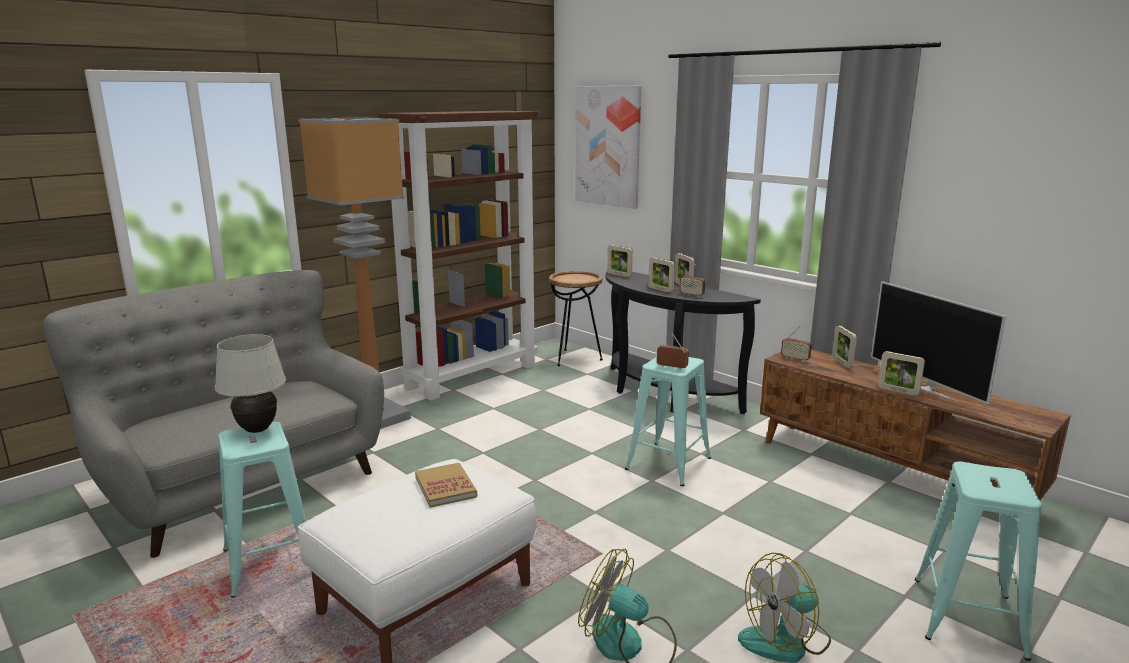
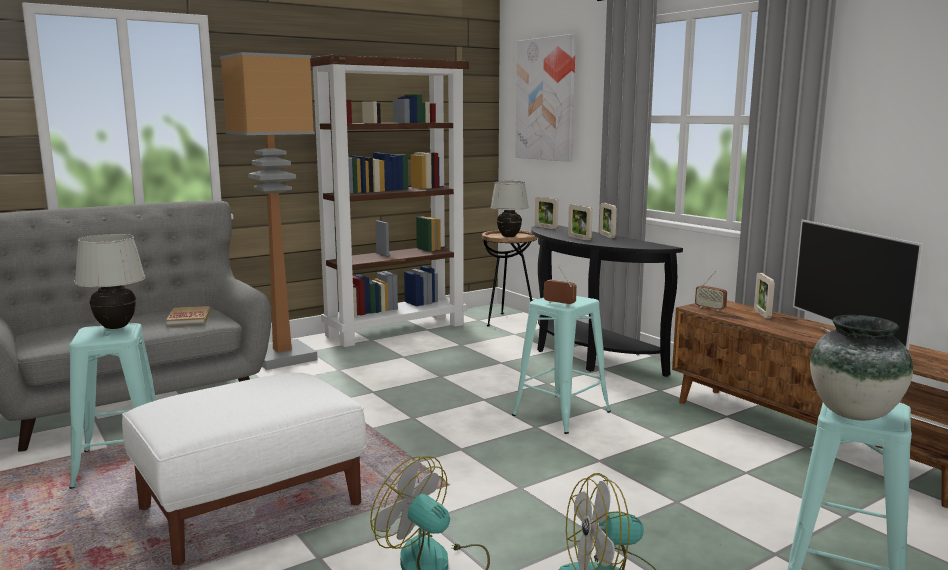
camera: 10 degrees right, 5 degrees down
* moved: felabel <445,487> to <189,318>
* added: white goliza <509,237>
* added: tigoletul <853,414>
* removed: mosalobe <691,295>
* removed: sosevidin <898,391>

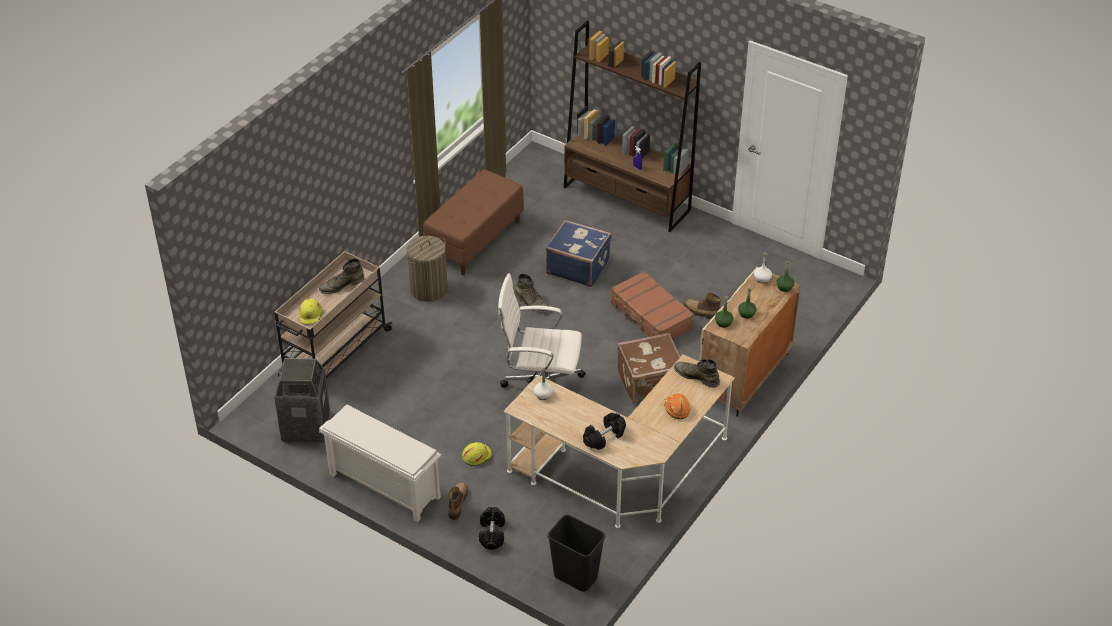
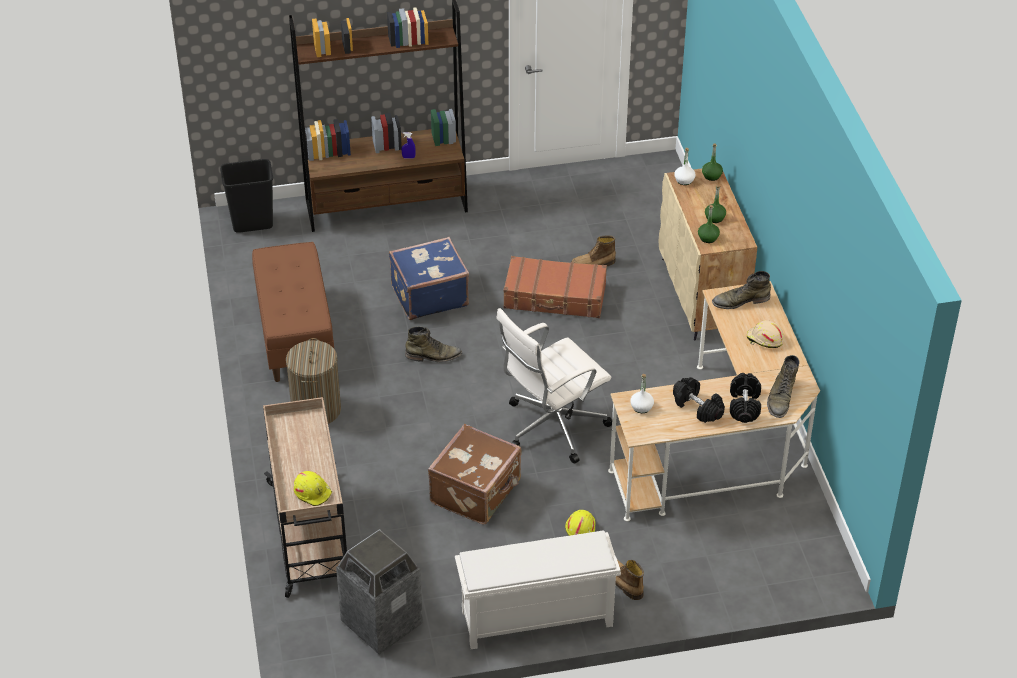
camera: 45 degrees left, 0 degrees up
* moved: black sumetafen <575,577> to <252,224>
* moved: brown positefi <650,383> to <477,492>
* moved: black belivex <492,534> to <697,408>
* recoloured: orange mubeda <676,409> to beige mubeda <764,339>
* moved: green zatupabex <341,285> to <781,398>

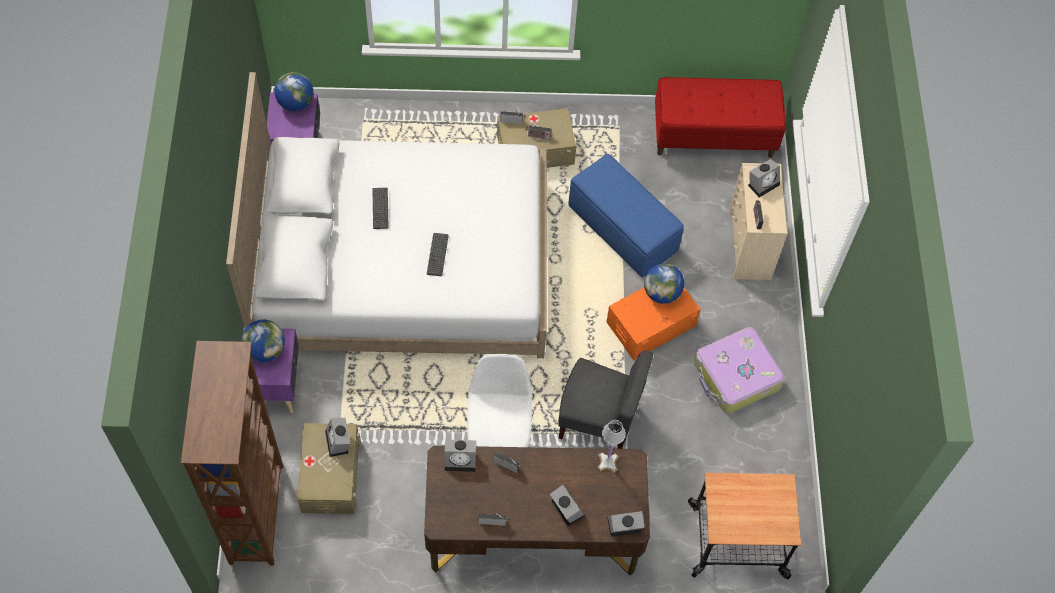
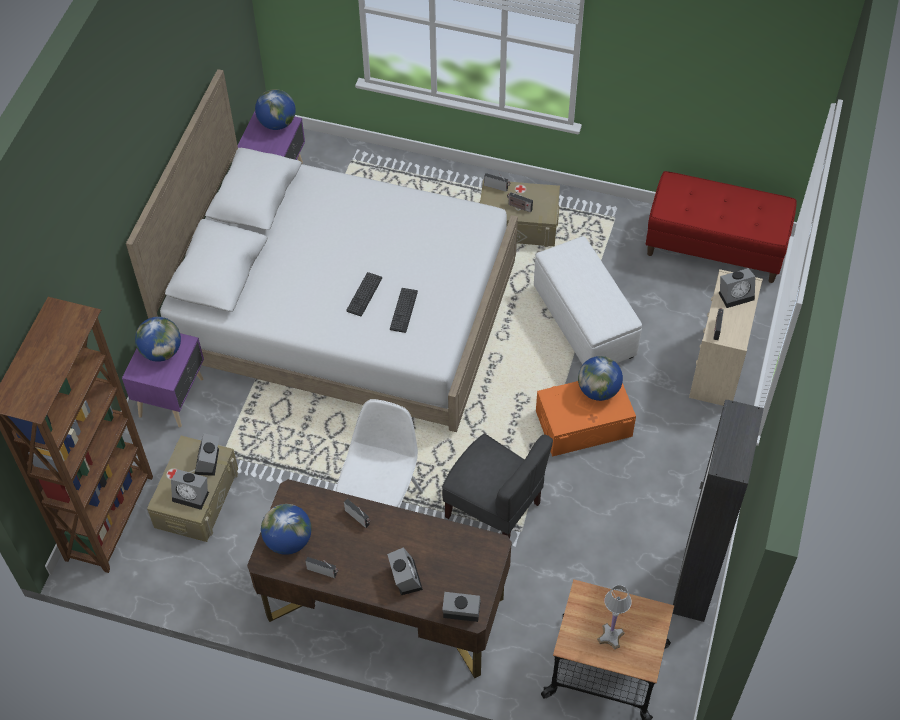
camera: 20 degrees right, 5 degrees down
* moved: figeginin <461,460> to <192,495>
* added: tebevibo <288,540>
* moved: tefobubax <380,208> to <403,310>
* recoloured: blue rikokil <623,230> to white rikokil <584,323>
* moved: white goliza <607,462> to <611,636>
* added: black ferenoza <694,583>
* removed: positefi <736,376>

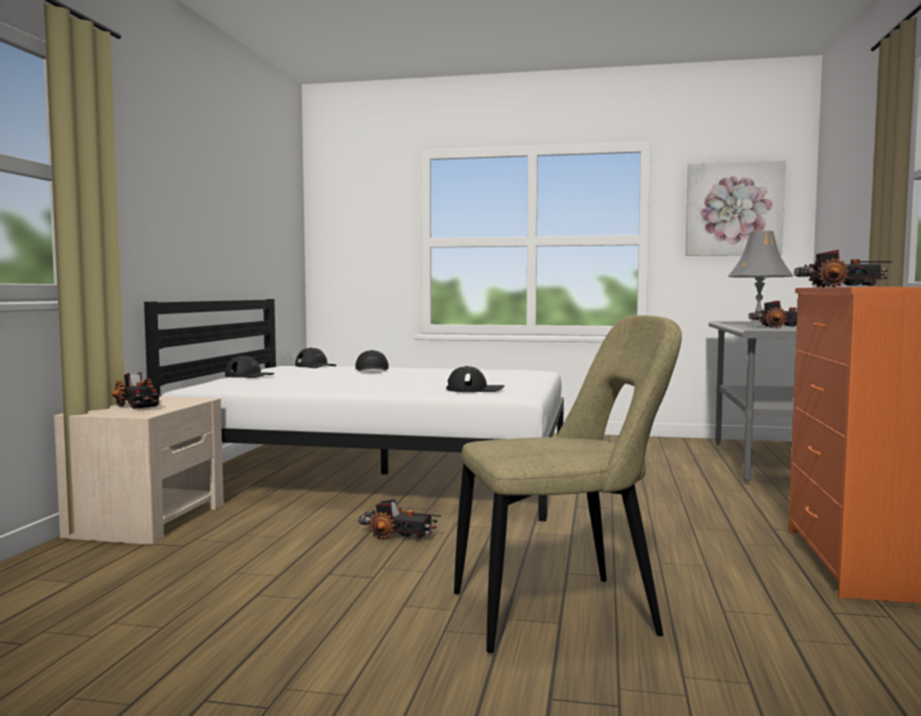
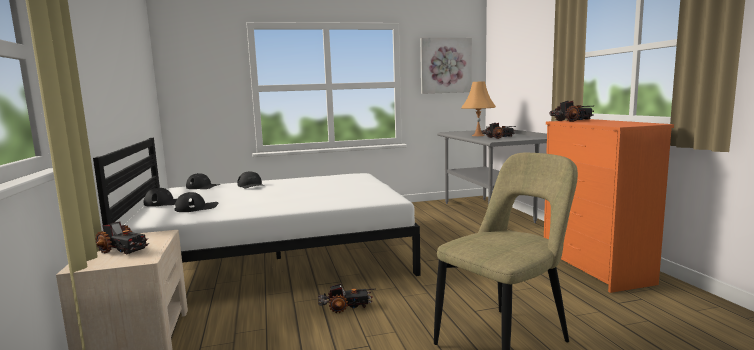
camera: 25 degrees left, 5 degrees up
* moved: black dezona <475,389> to <197,208>
* recoloured: grey goliza <758,325> to orange goliza <478,135>

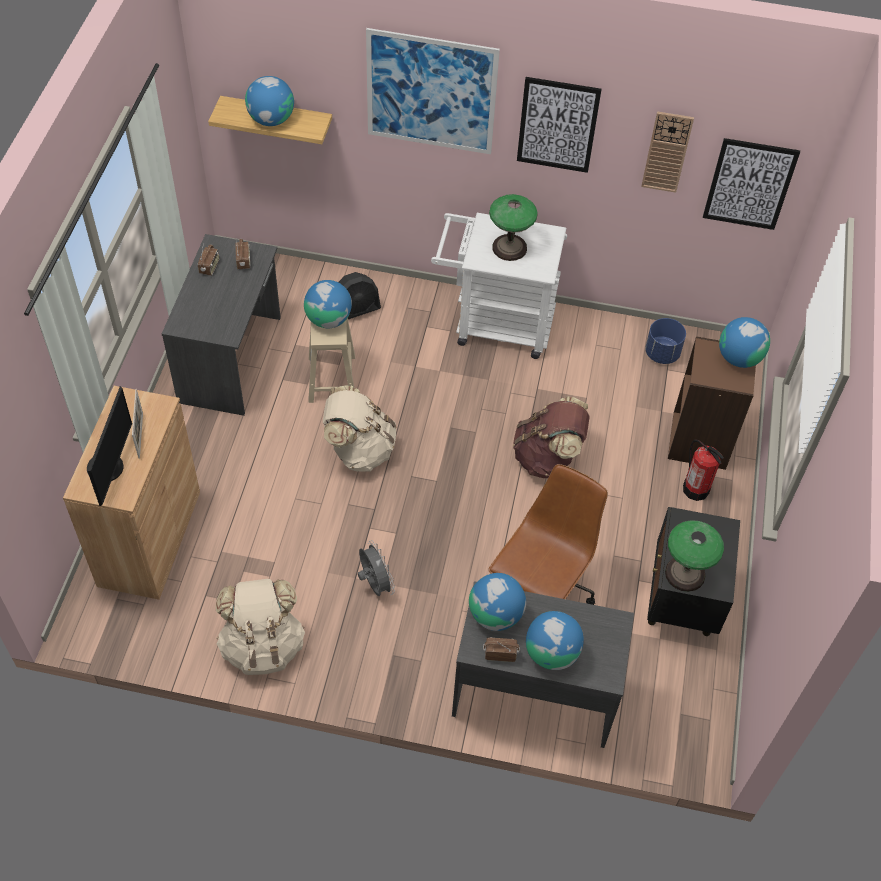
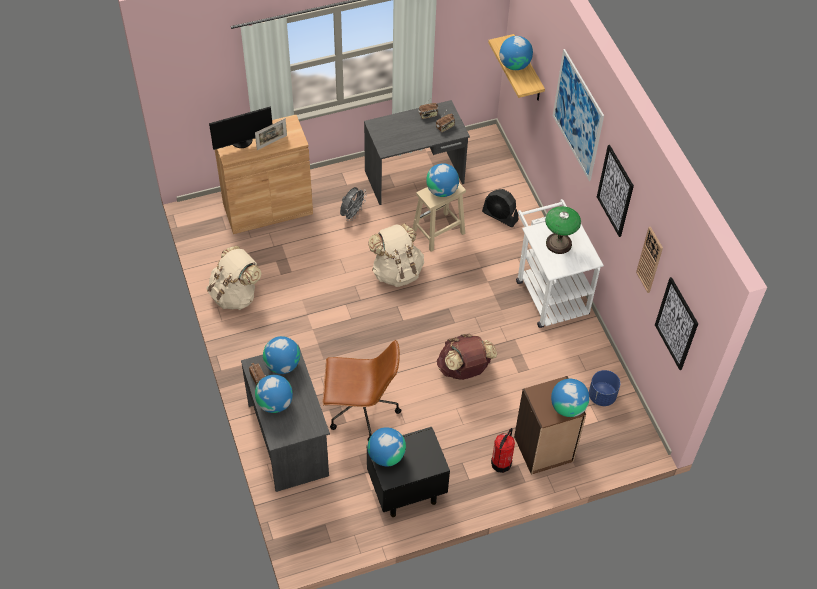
camera: 60 degrees right, 0 degrees up
* moved: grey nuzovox <374,584> to <352,214>
* replaced: goliza <685,574> to tebevibo <386,456>

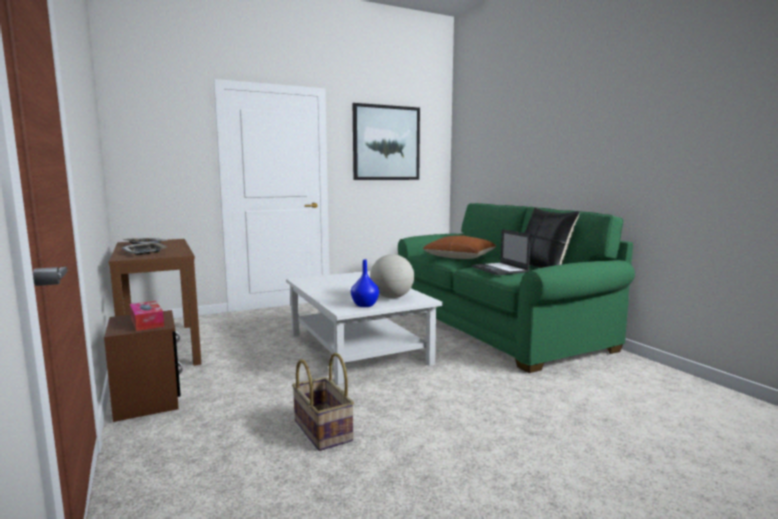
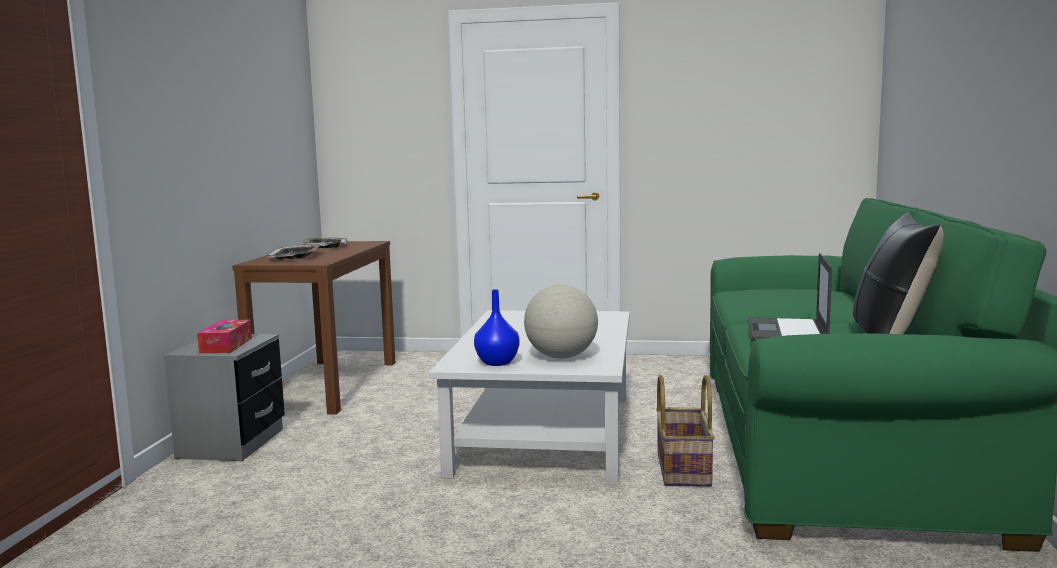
camera: 35 degrees right, 0 degrees up
* recoloured: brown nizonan <147,400> to grey nizonan <232,443>
* moved: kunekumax <321,430> to <681,469>
* removed: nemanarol <386,143>
* removed: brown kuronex <459,257>

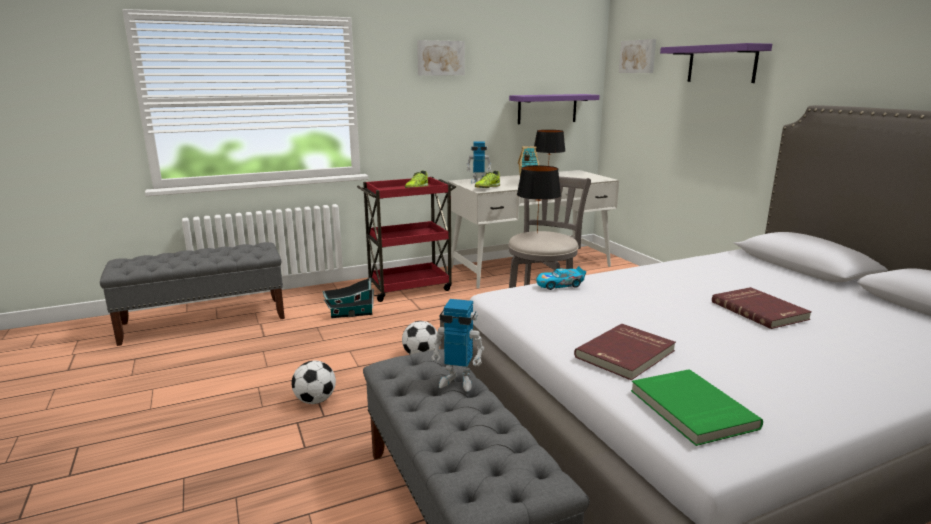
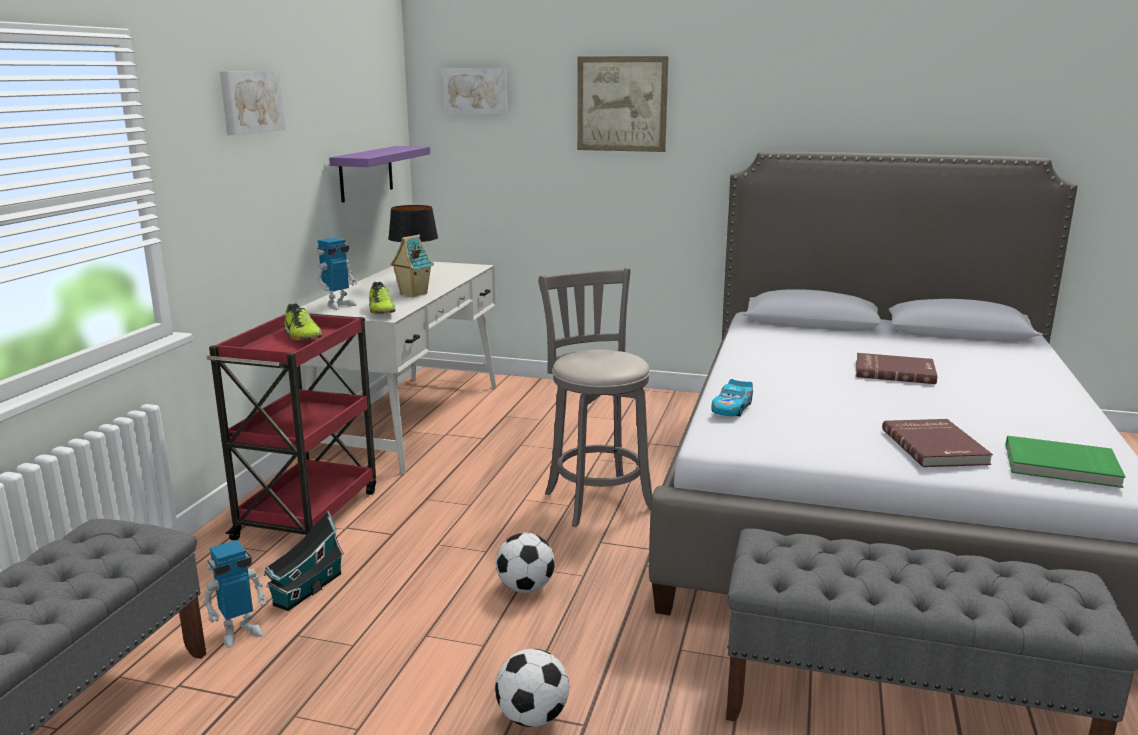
camera: 50 degrees left, 0 degrees up
* moved: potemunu <457,381> to <240,632>
* replaced: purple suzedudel <721,64> to nemanarol <622,104>
* removed: black goliza <537,233>

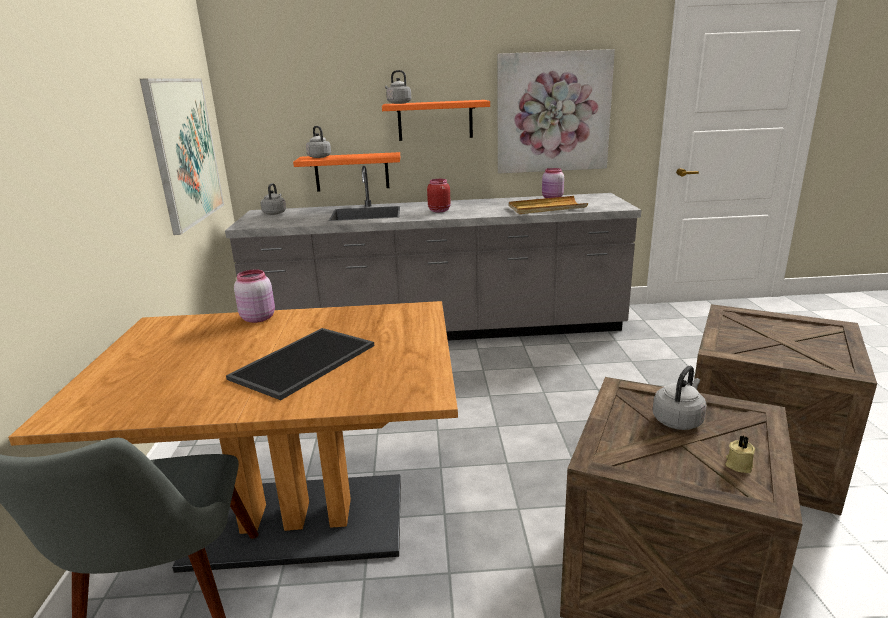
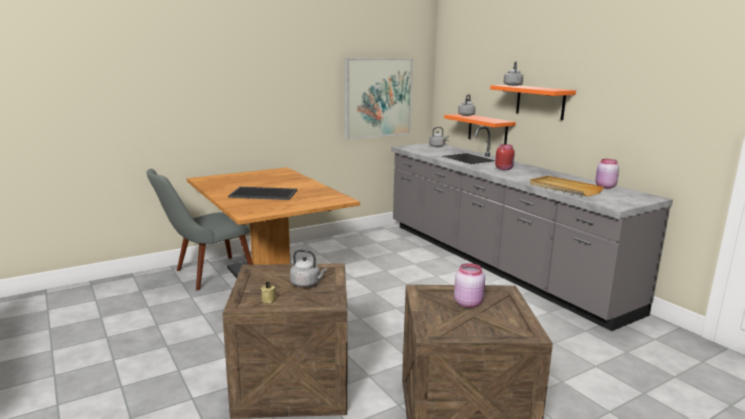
camera: 60 degrees right, 5 degrees down
* moved: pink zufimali <258,318> to <468,303>
* removed: nemanarol <553,113>

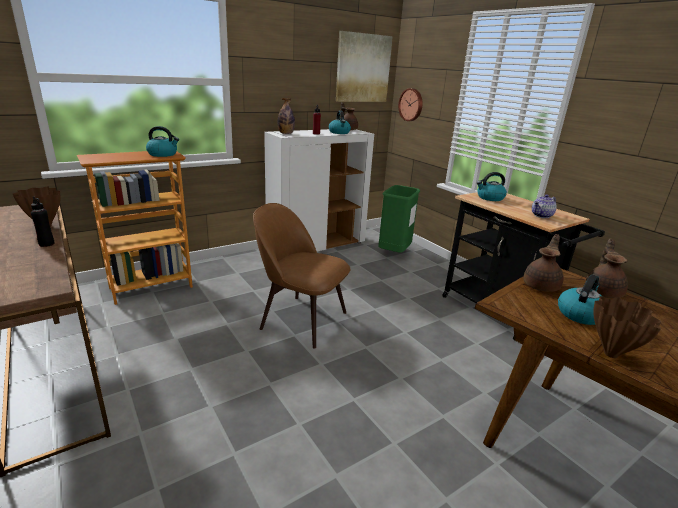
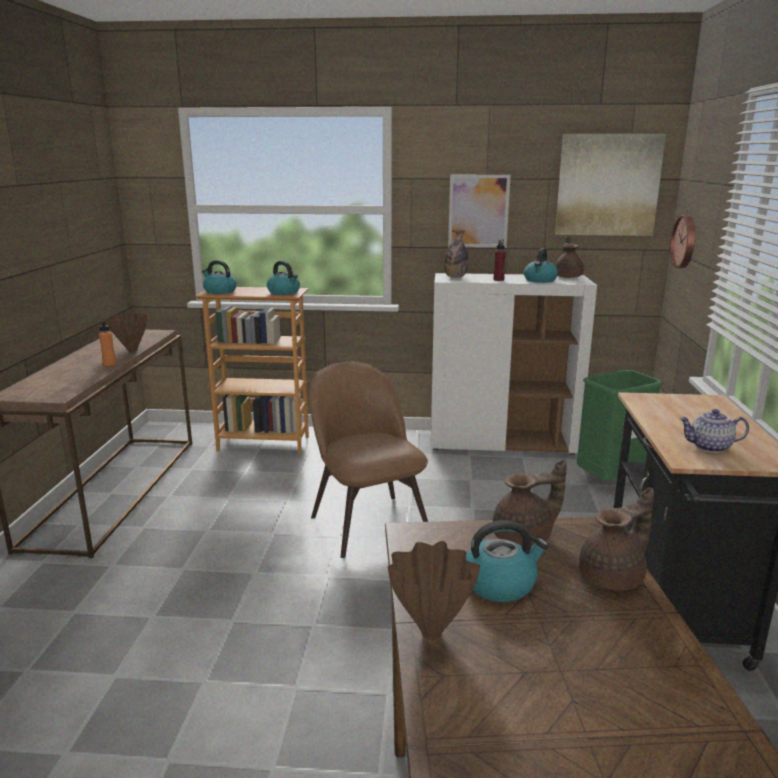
camera: 40 degrees right, 5 degrees down
* recoloured: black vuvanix <46,244> to orange vuvanix <109,364>
* moved: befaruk <489,198> to <219,291>
* added: nemanarol <478,211>

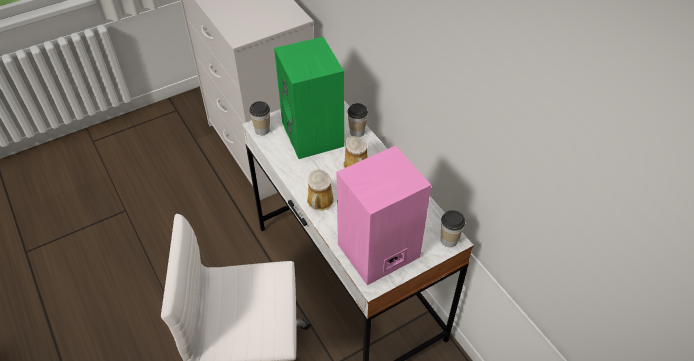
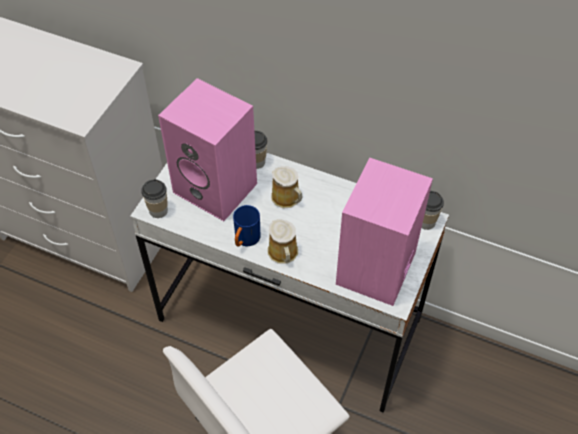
camera: 35 degrees left, 5 degrees up
* recoloured: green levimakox <314,135> to pink levimakox <217,188>
* added: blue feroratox <245,240>

